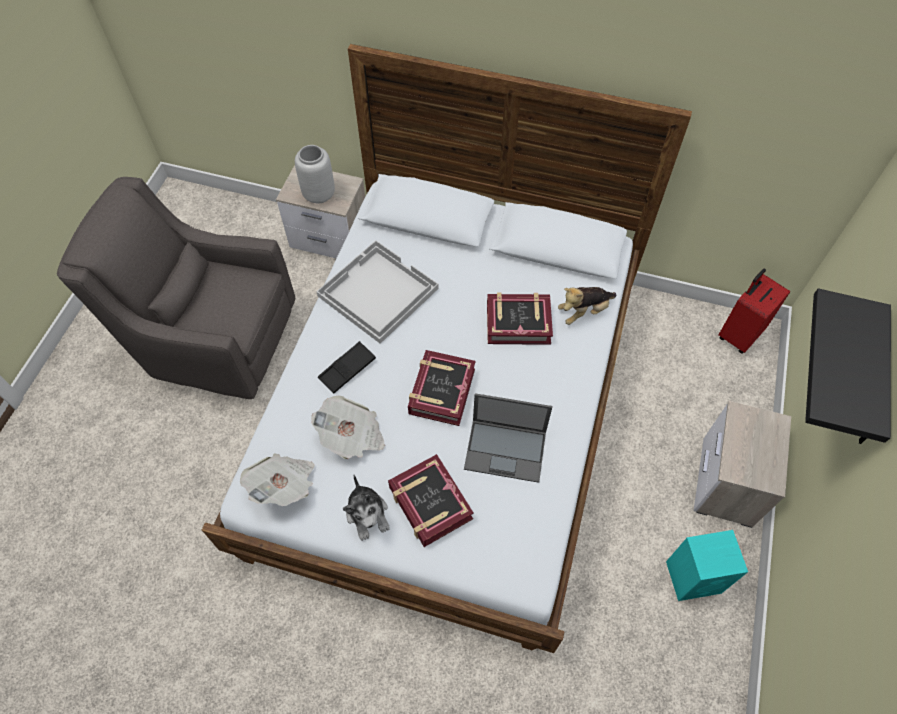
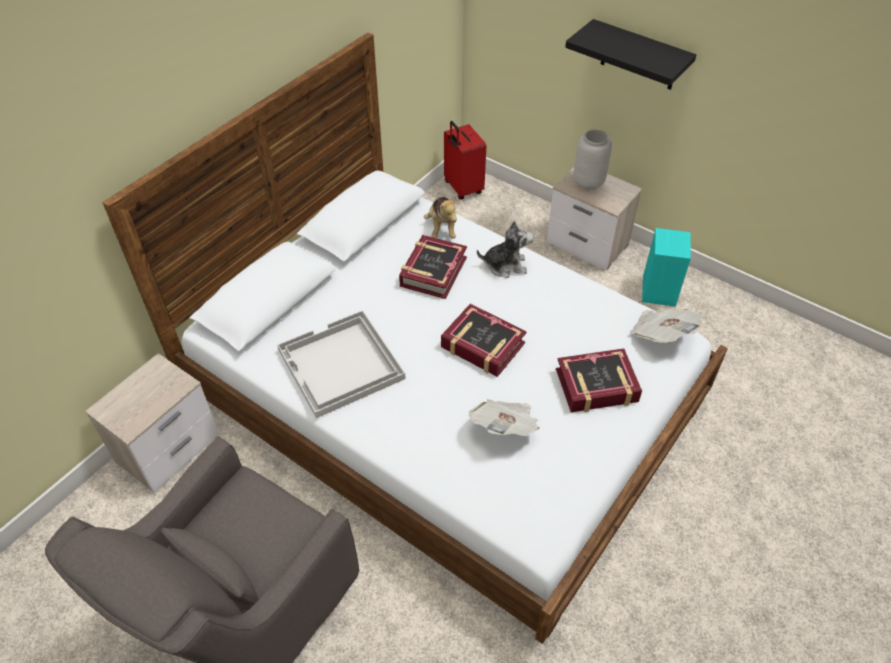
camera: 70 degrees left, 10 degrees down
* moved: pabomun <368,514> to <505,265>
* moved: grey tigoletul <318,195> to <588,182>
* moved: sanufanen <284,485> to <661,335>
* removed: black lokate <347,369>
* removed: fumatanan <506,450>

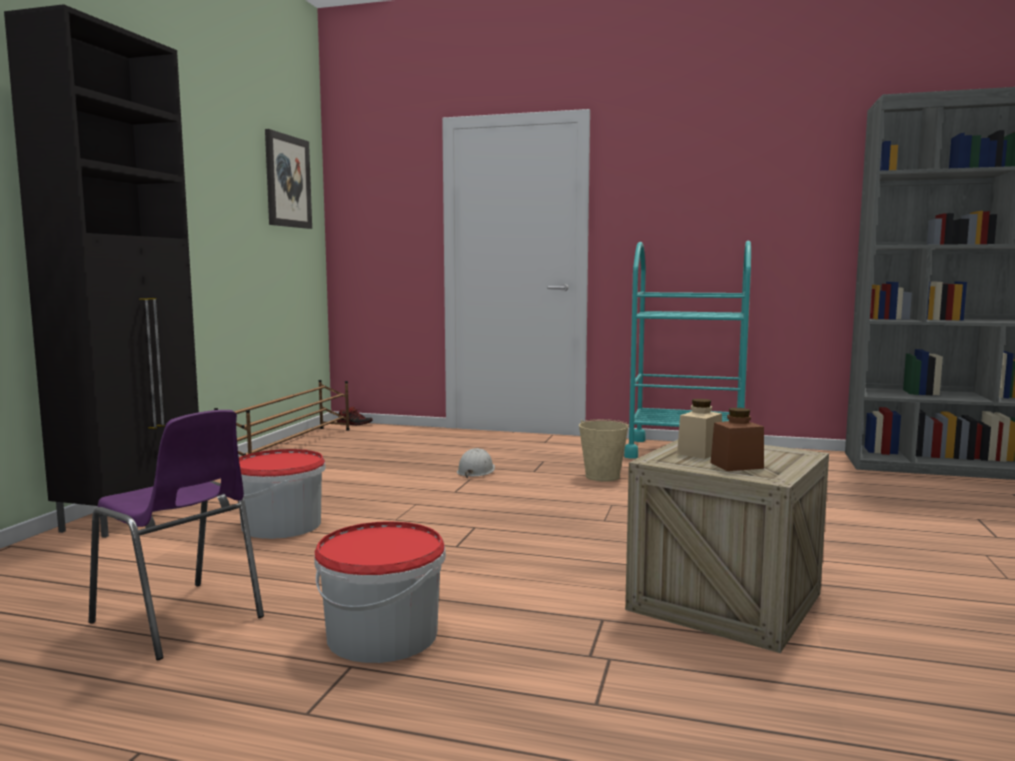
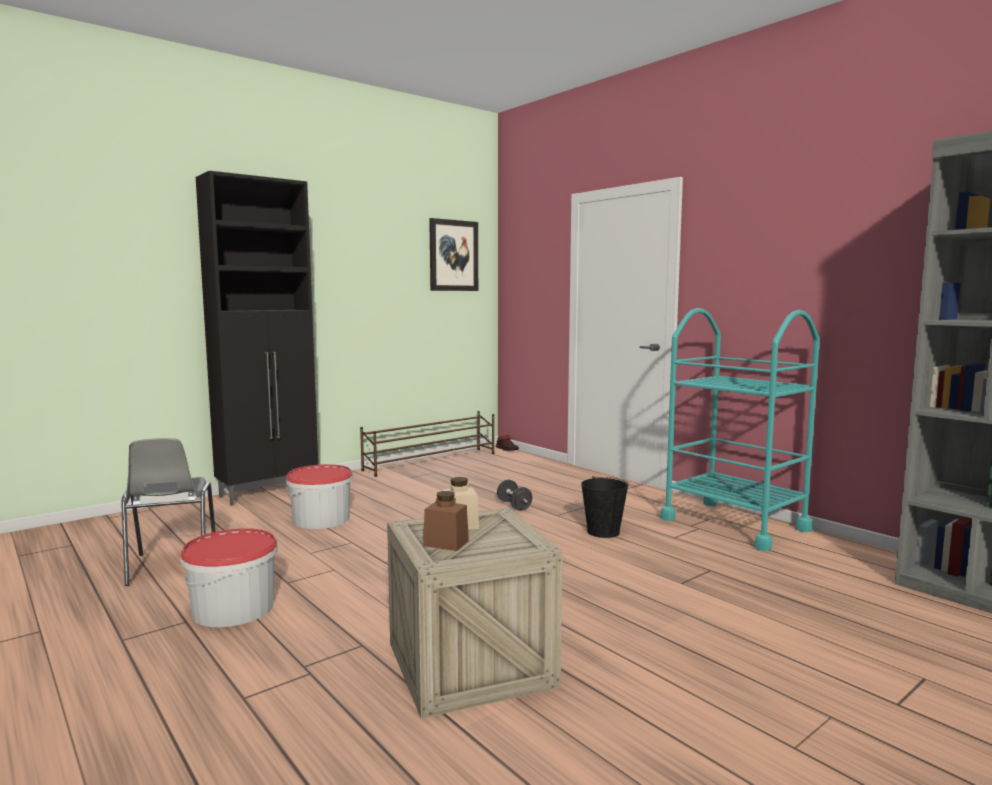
camera: 35 degrees right, 0 degrees up
* recoloured: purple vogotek <180,621> to grey vogotek <171,567>
* replaced: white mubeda <476,471> to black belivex <514,505>
* recoloured: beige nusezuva <602,476> to black nusezuva <603,532>

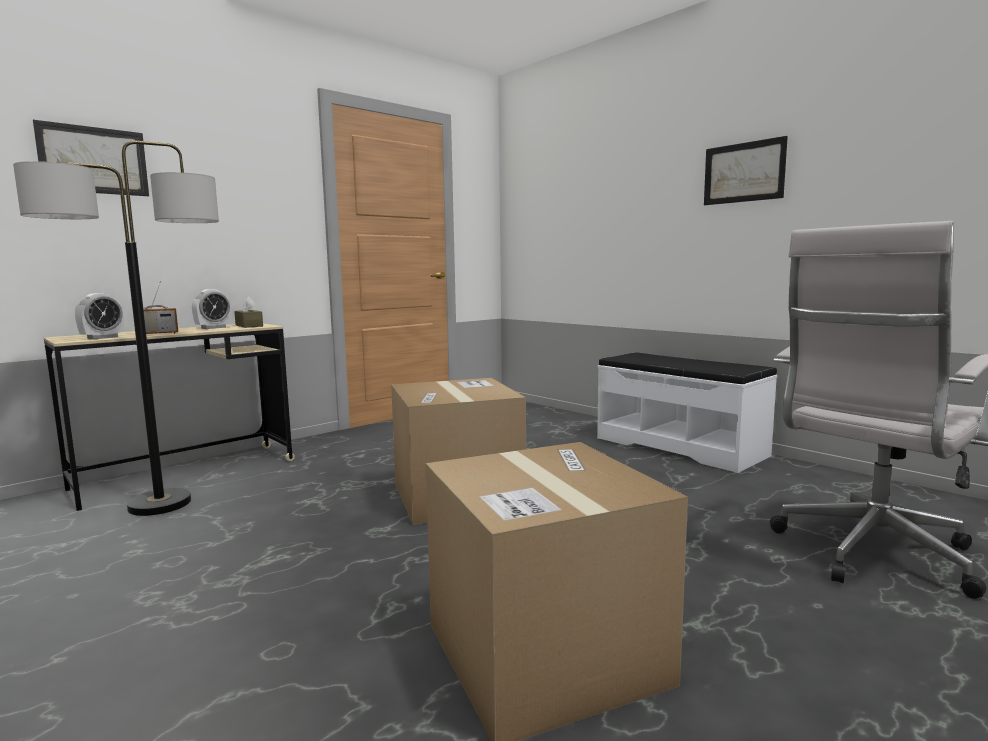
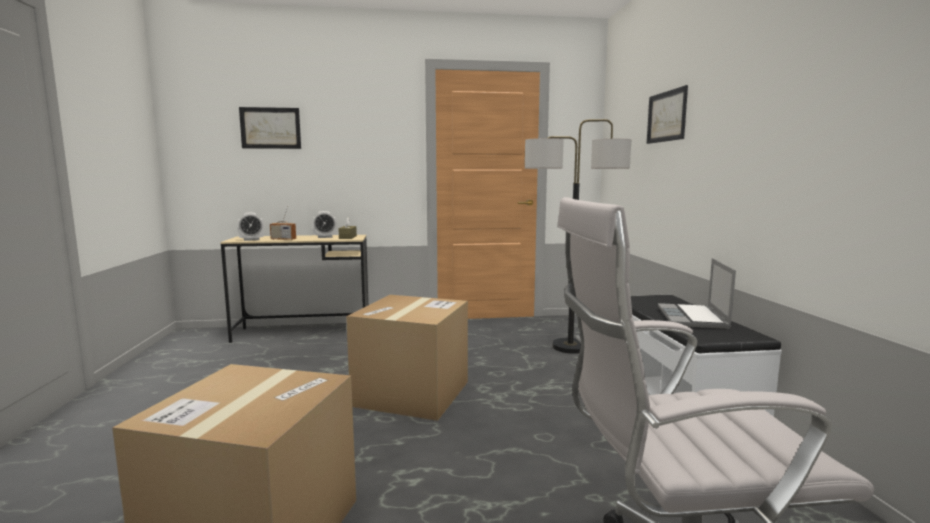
camera: 35 degrees right, 0 degrees up
* moved: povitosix <159,504> to <570,347>
* moved: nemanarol <743,172> to <666,116>
* added: fumatanan <693,318>

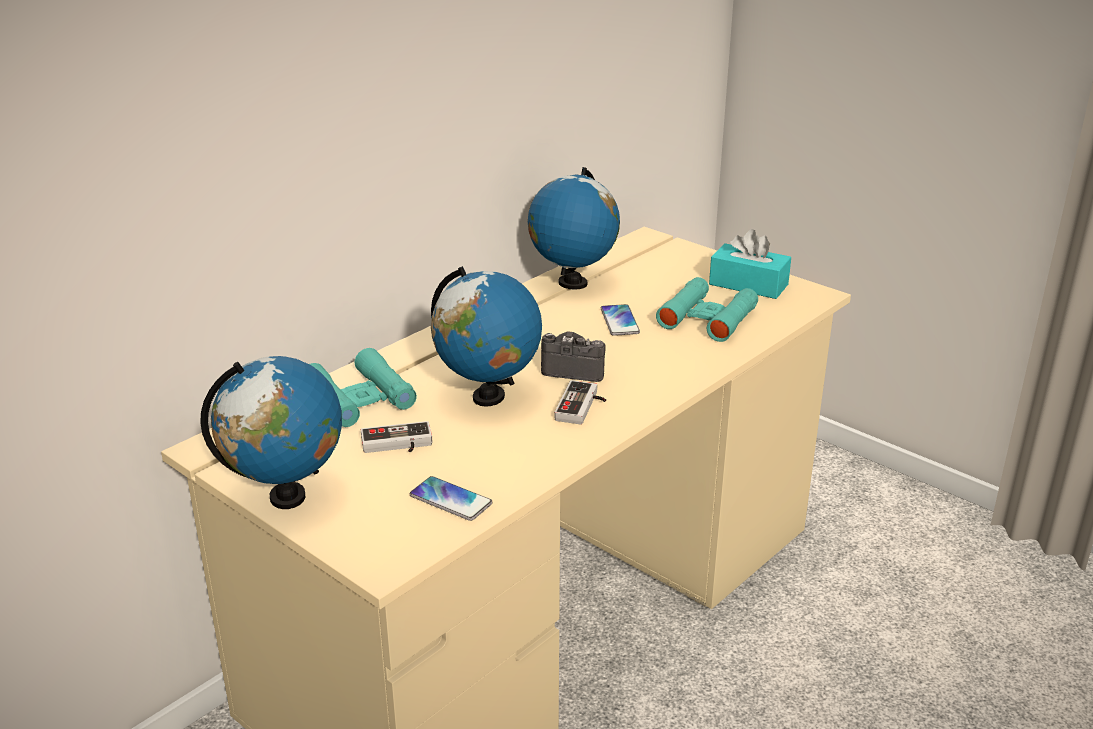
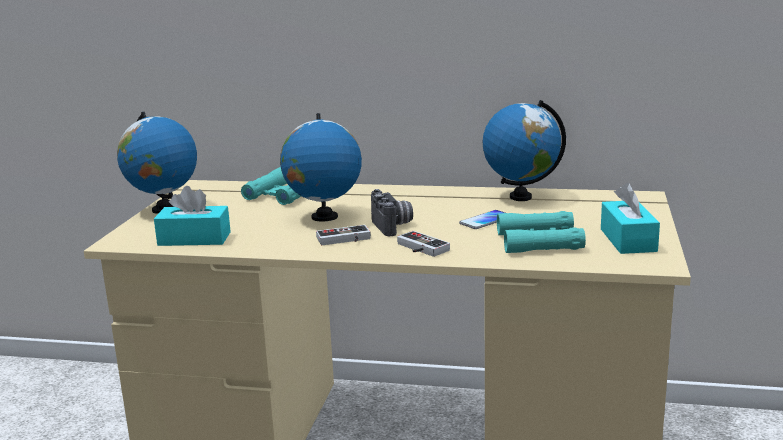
camera: 60 degrees right, 10 degrees down
* replaced: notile <450,500> to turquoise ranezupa <194,239>
* moved: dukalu <397,445> to <419,248>

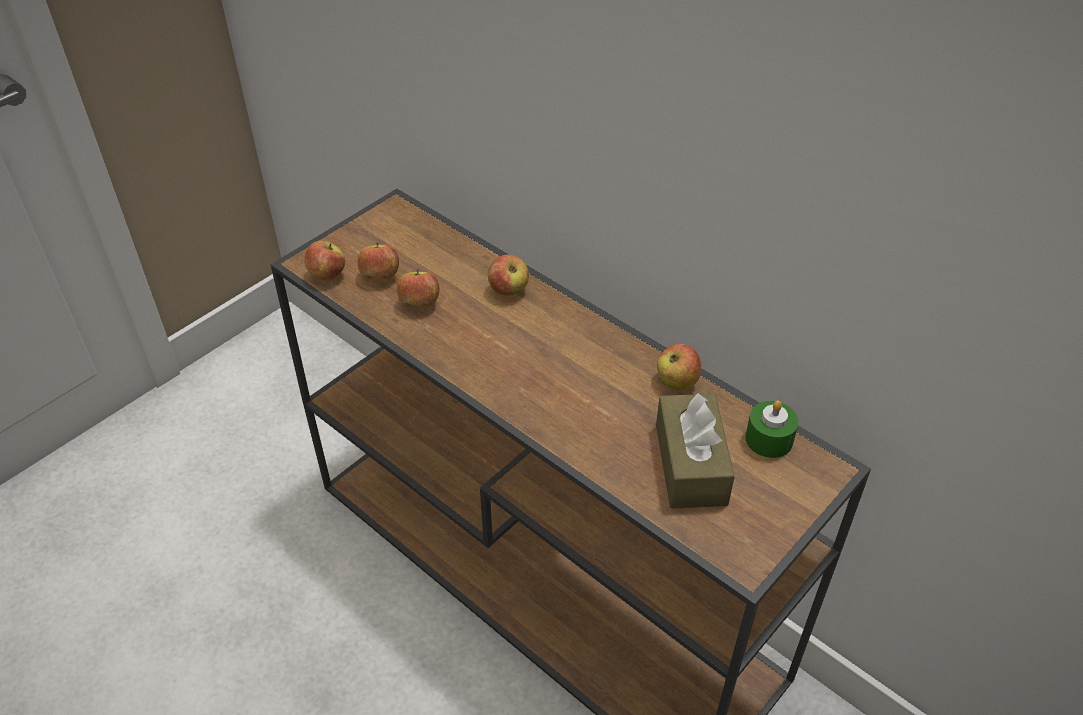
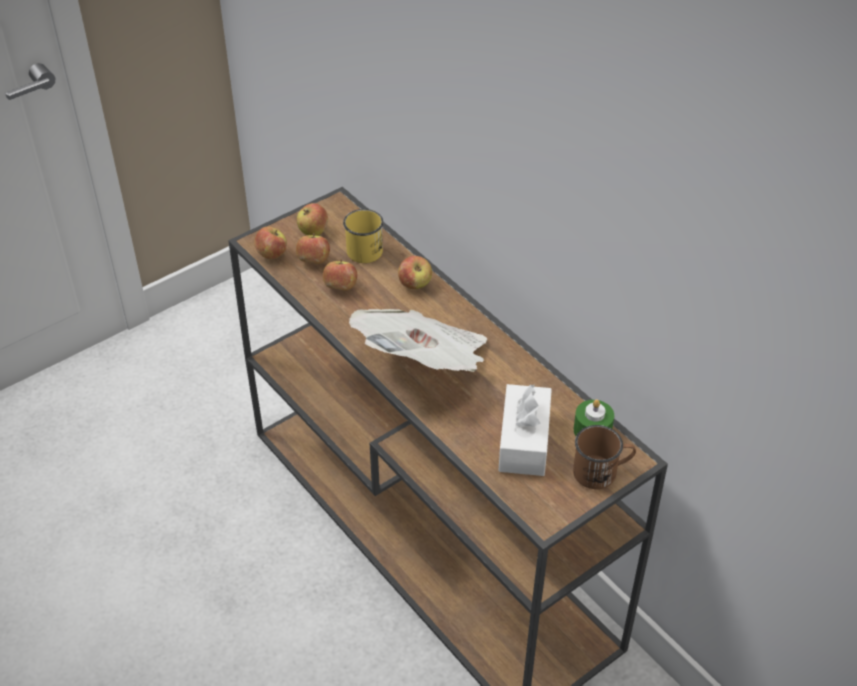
camera: 10 degrees right, 0 degrees up
* moved: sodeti <677,381> to <313,232>
* added: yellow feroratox <366,247>
* added: sanufanen <424,364>
* recoloured: brown ranezupa <690,464> to white ranezupa <524,441>
* added: brown feroratox <601,472>

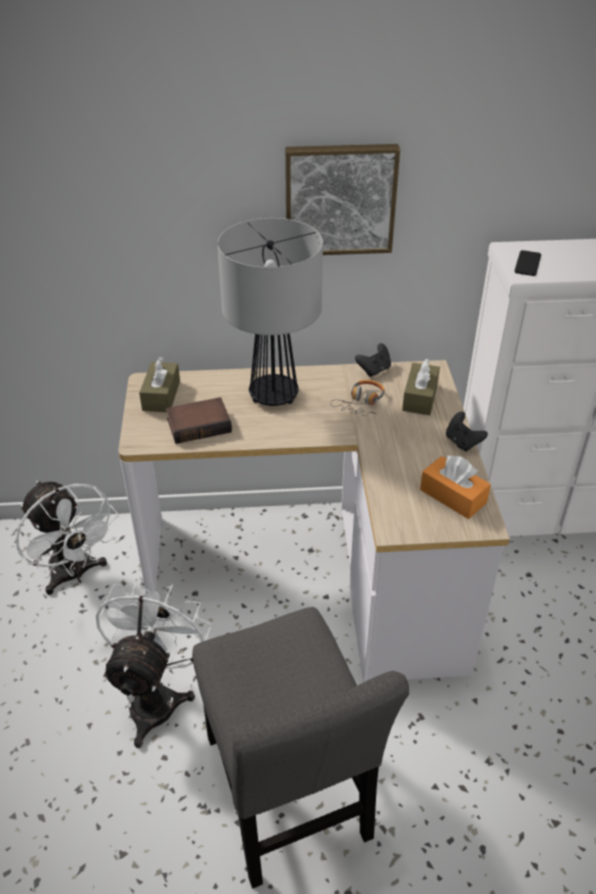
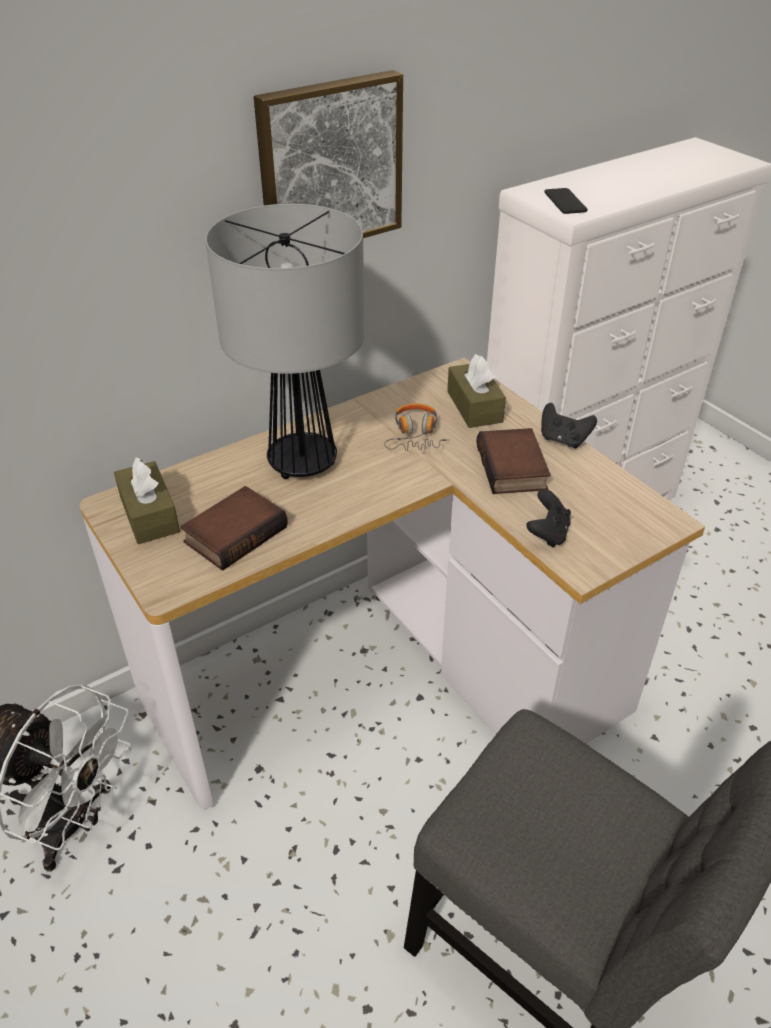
camera: 30 degrees left, 0 degrees up
* added: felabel <514,468>
* moved: black dukalu <374,370> to <547,534>
* removed: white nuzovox <157,696>
* removed: orange ranezupa <453,496>

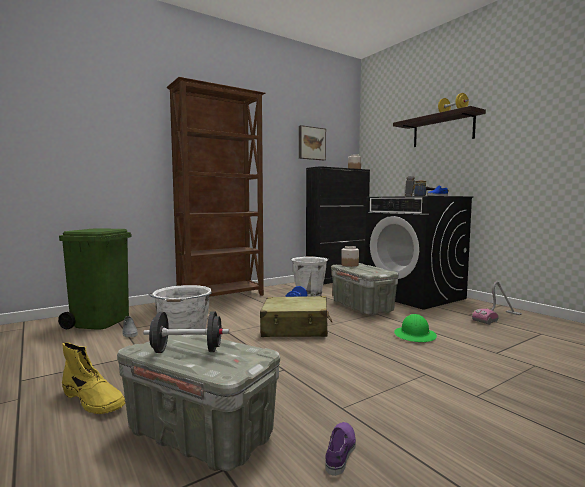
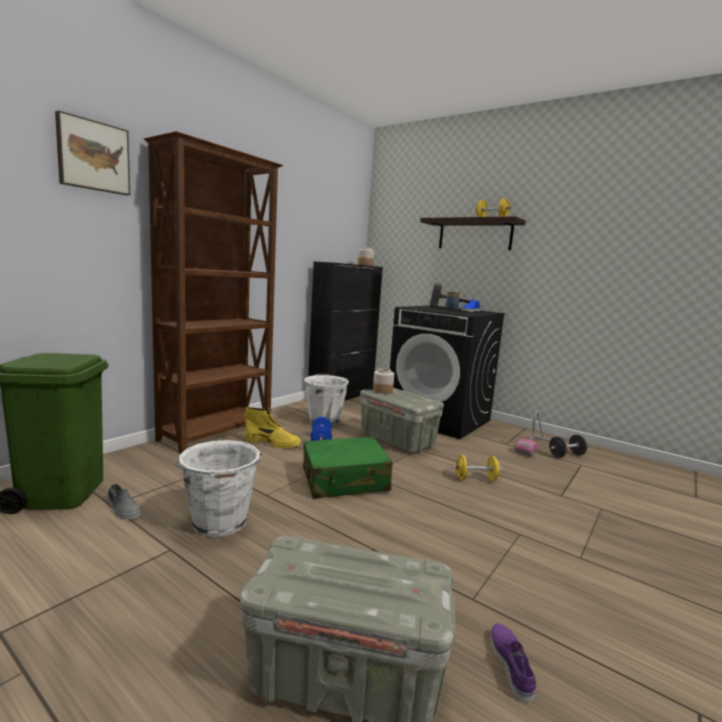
camera: 20 degrees left, 5 degrees up
* moved: nemanarol <311,143> to <93,156>
* moved: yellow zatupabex <94,400> to <273,443>
* recoloured: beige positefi <295,328> to green positefi <345,480>
* replaced: green mubeda <415,335> to yellow belivex <476,479>
* moved: black belivex <187,351> to <566,455>

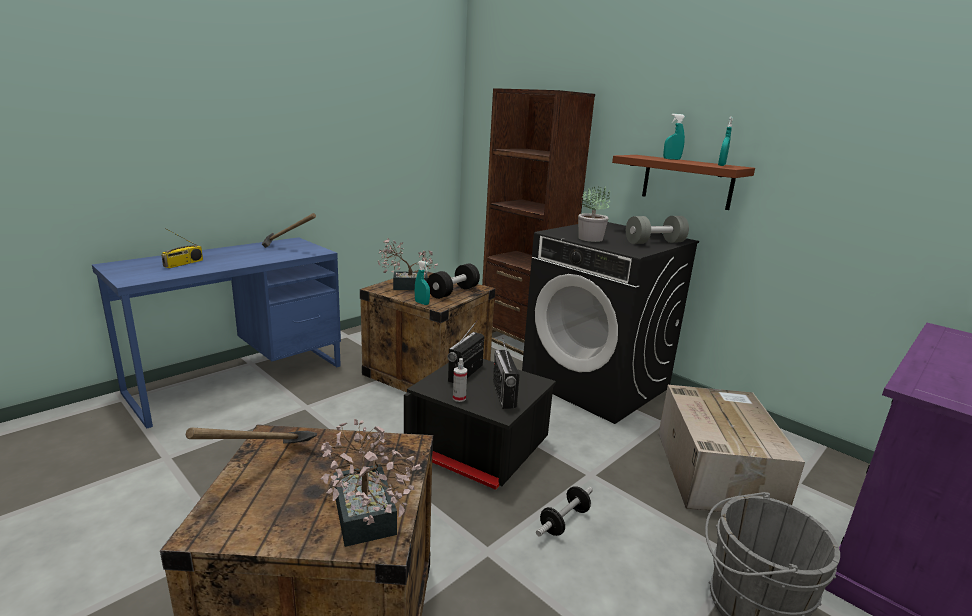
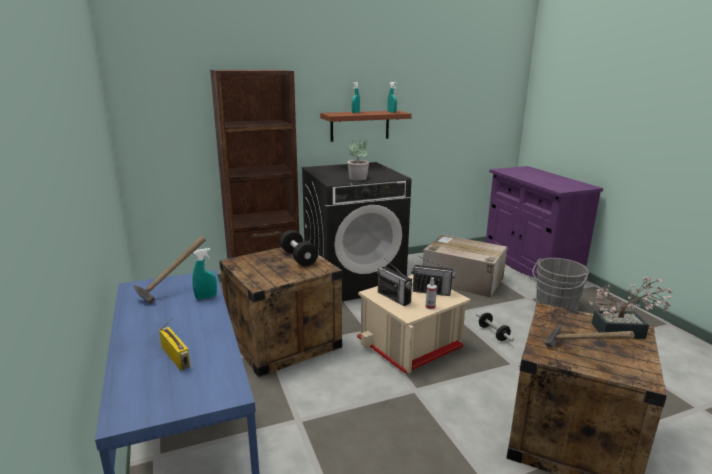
camera: 65 degrees left, 0 degrees up
* moved: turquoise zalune <422,303> to <206,297>
* recoloured: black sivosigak <478,449> to beige sivosigak <411,344>
* removed: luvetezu <405,286>
* removed: grey belivex <654,242>

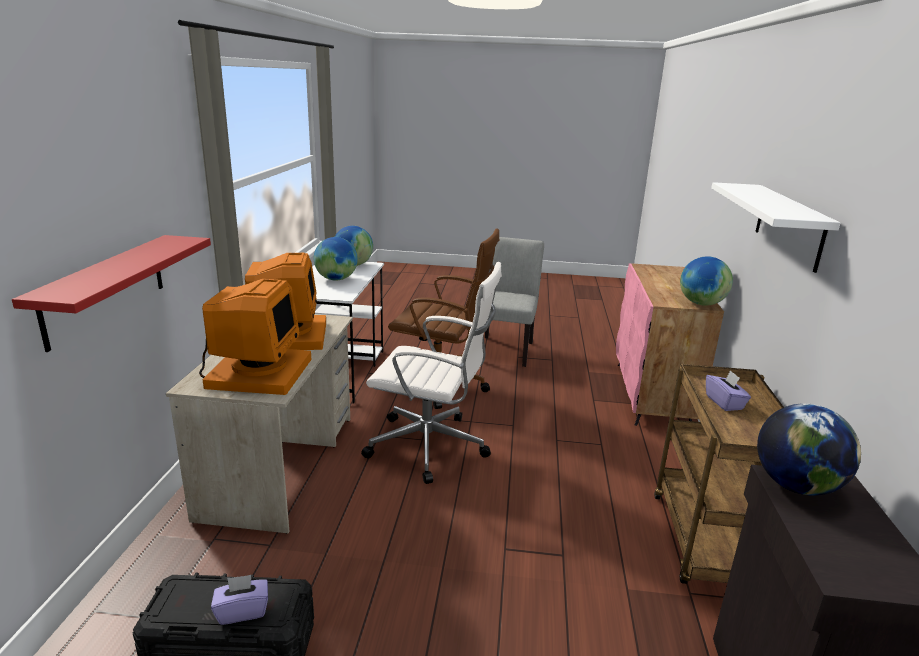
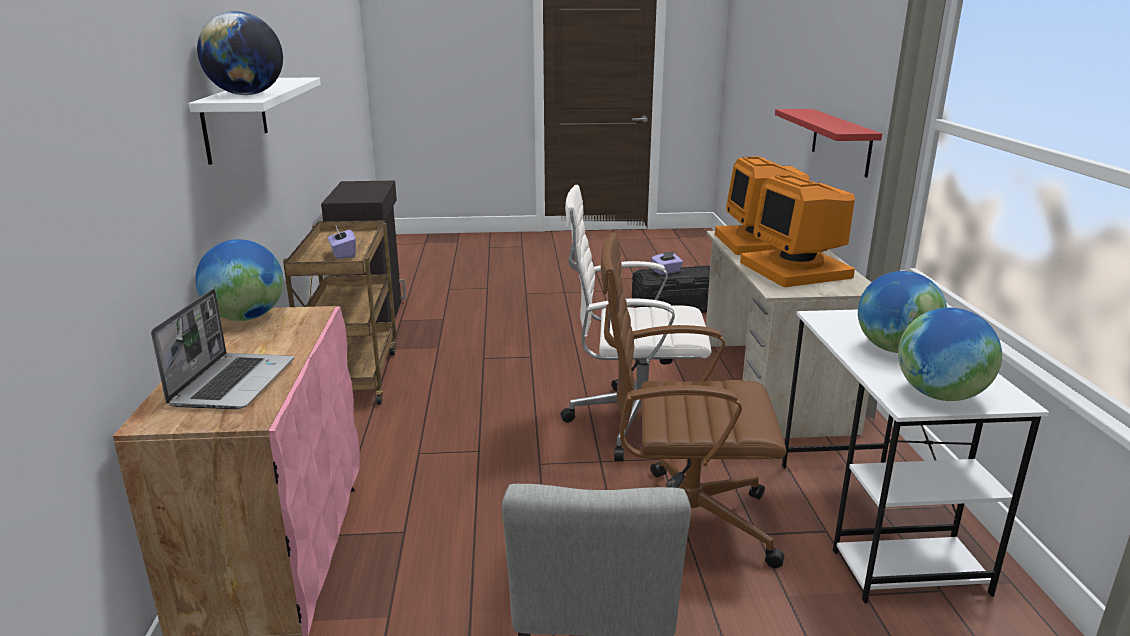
camera: 170 degrees right, 0 degrees up
* added: fumatanan <233,382>
* moved: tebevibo <796,486> to <247,94>

